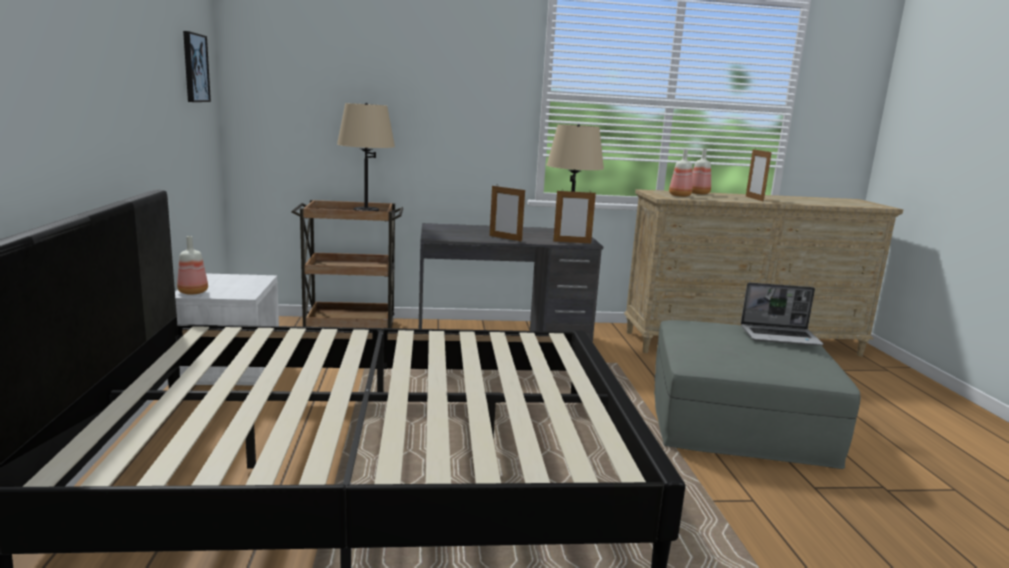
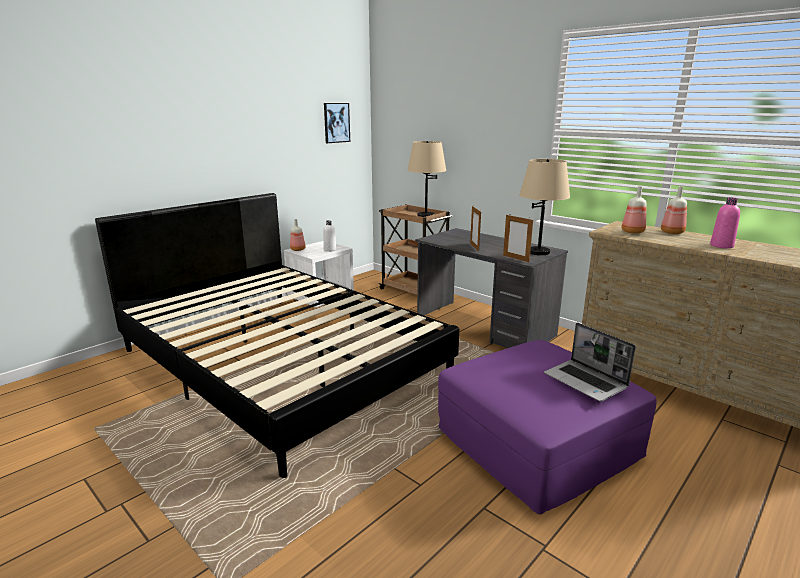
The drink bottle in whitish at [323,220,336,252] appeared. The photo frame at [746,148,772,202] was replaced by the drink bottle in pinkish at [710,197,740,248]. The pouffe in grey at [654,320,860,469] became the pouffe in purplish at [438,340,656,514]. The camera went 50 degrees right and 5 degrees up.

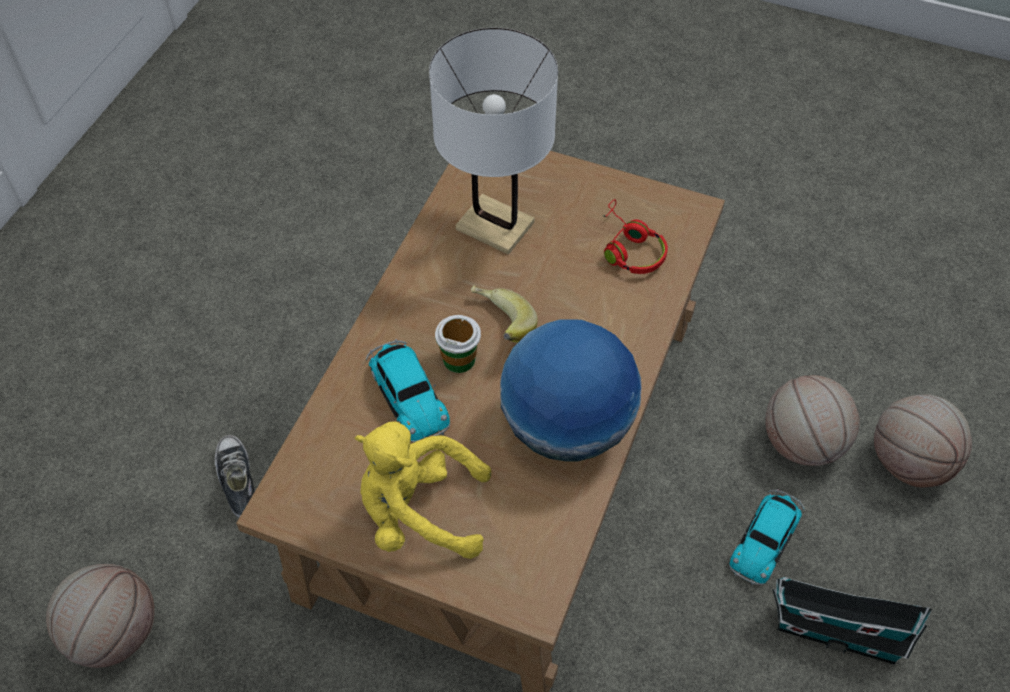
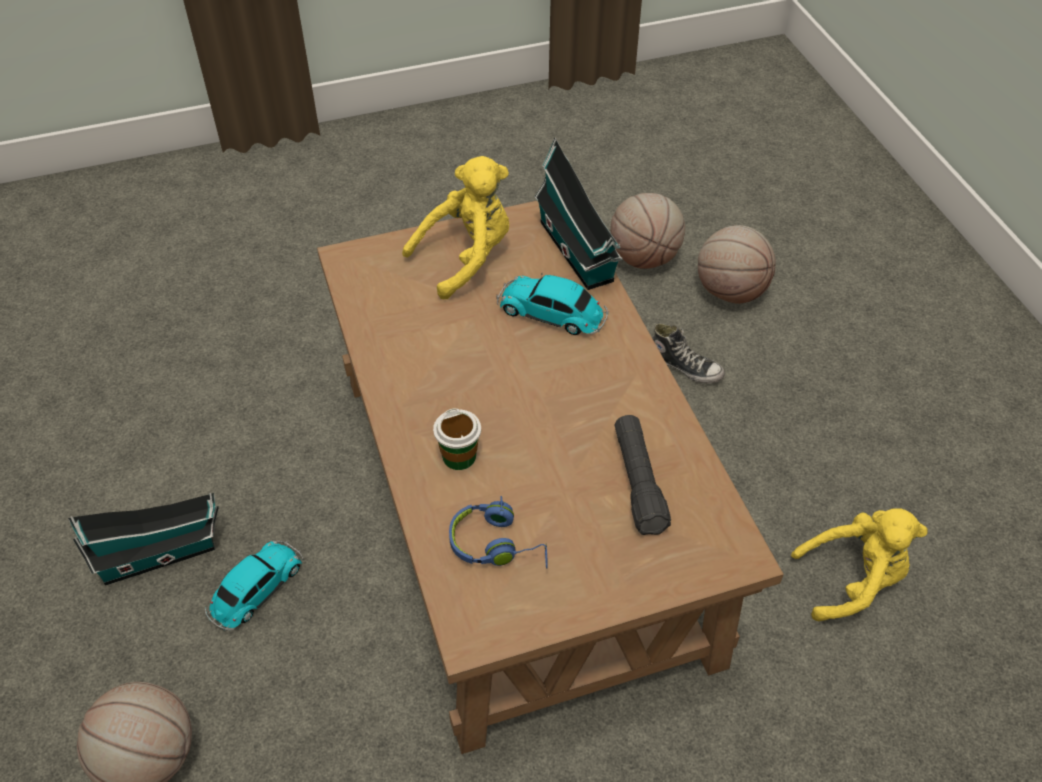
The banana at [471,285,538,343] disappeared. The desk globe at [500,319,642,462] disappeared. The toy house at [534,138,623,290] appeared. The cuddly toy in yellowish at [791,508,928,621] appeared. The cup moved from [435,315,481,373] to [433,408,481,470]. The ball for basketball moved from [765,375,860,466] to [698,225,776,304]. The tabletop lamp in whitish at [429,28,558,255] was replaced by the torch in black-coloured at [615,415,671,535]. The headset in red-coloured at [602,199,668,274] became the headset in blue at [449,496,547,569]. The model car at [729,489,804,585] turned 45 degrees clockwise. The camera went 140 degrees right and 5 degrees down.

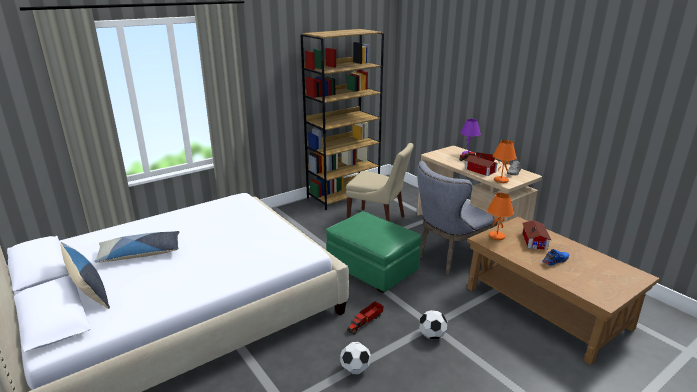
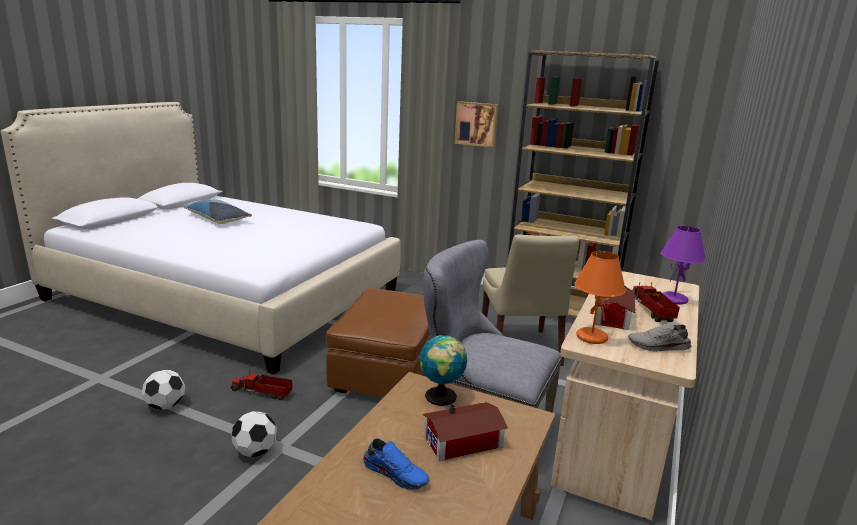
The cushion at [60,242,110,309] disappeared. The picture at [454,101,498,148] appeared. The tabletop lamp in orangey at [487,193,514,240] was replaced by the desk globe at [419,333,467,406]. The pouffe in green at [326,211,421,293] became the pouffe in brown at [326,288,430,397]. The camera went 60 degrees right and 5 degrees down.

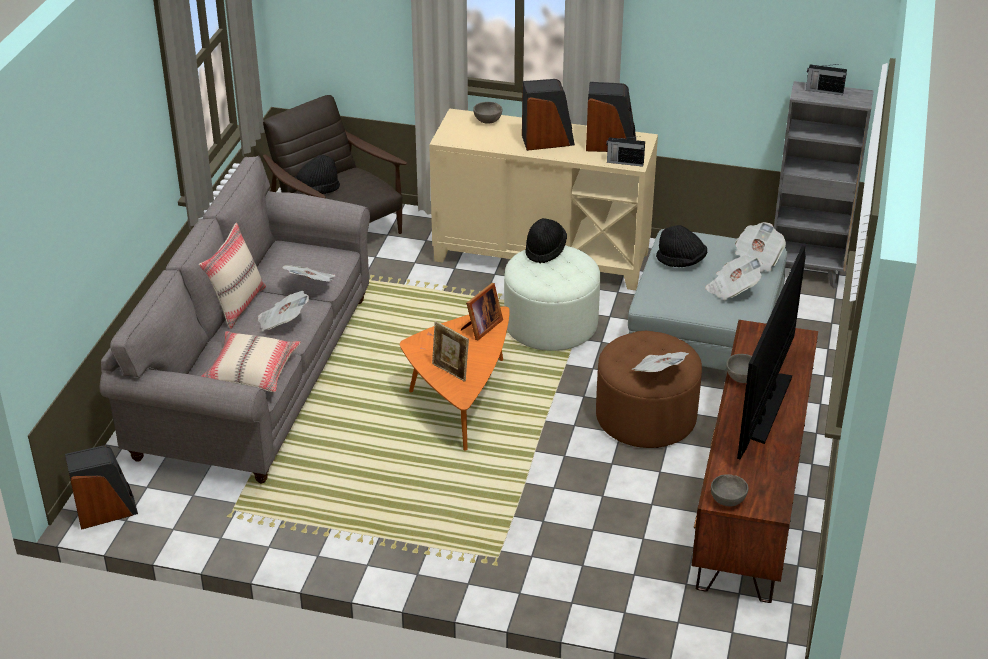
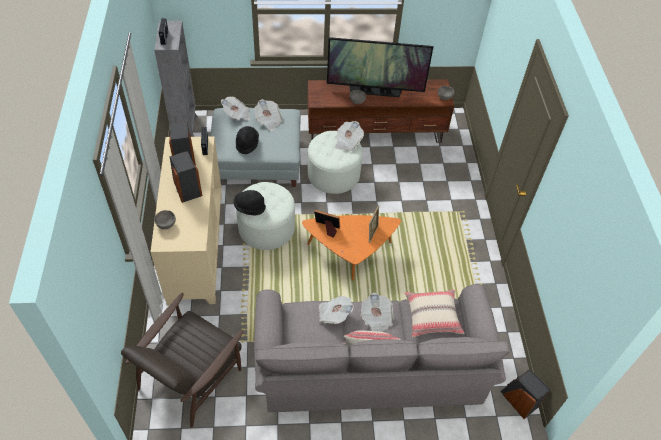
The clothing hat in black-coloured at [294,155,340,194] disappeared. The pouffe in brown at [596,331,702,448] became the pouffe in whitish at [308,131,362,194]. The camera went 110 degrees left and 15 degrees up.

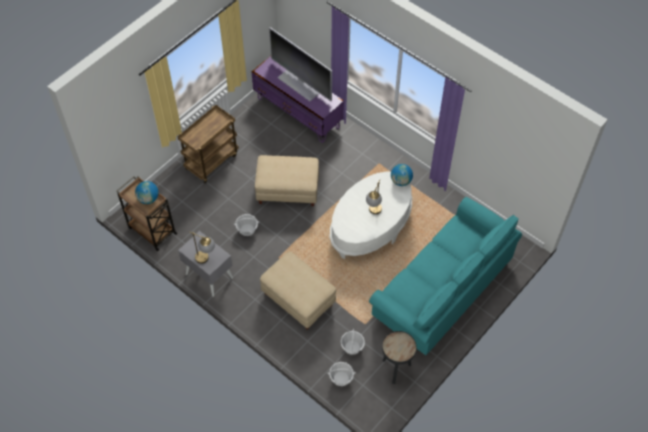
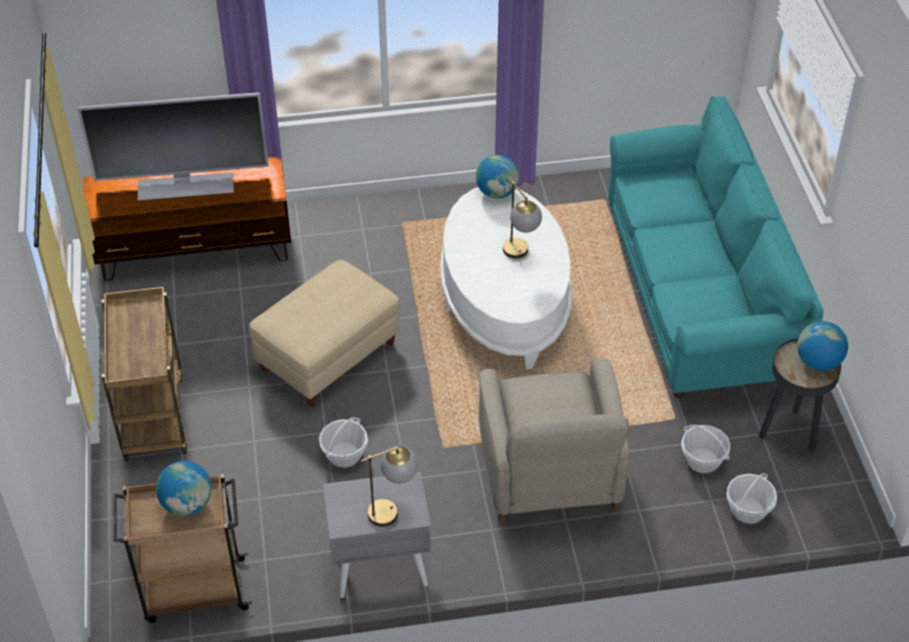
The desk globe at [797,321,848,371] appeared. The pouffe in beige at [260,251,336,330] was replaced by the lounge chair in beige at [479,358,629,524]. The tv unit in purplish at [252,56,344,143] became the tv unit in brown at [83,156,291,281]. The camera went 50 degrees left and 10 degrees down.

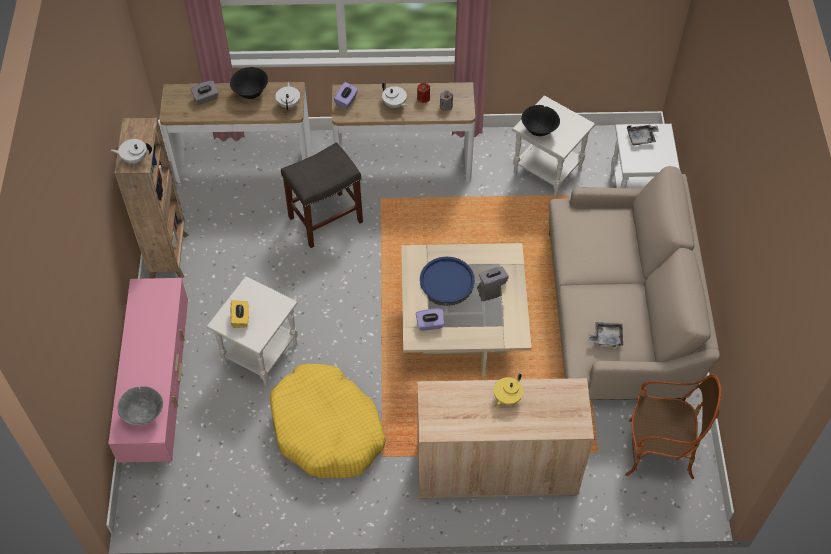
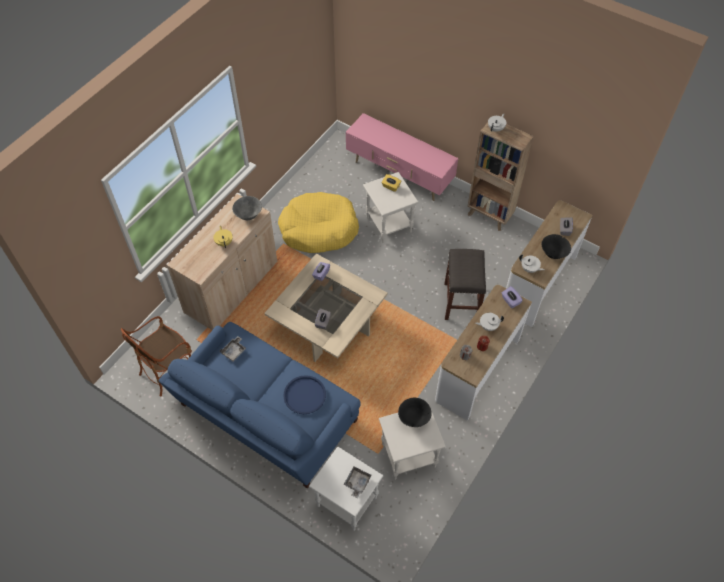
The bowl in grey moved from [118,386,163,425] to [232,196,262,220]. The tray in blue moved from [420,257,475,303] to [284,375,326,414]. The sofa in beige at [549,166,720,401] became the sofa in blue at [159,322,361,489]. The camera went 125 degrees right and 0 degrees up.

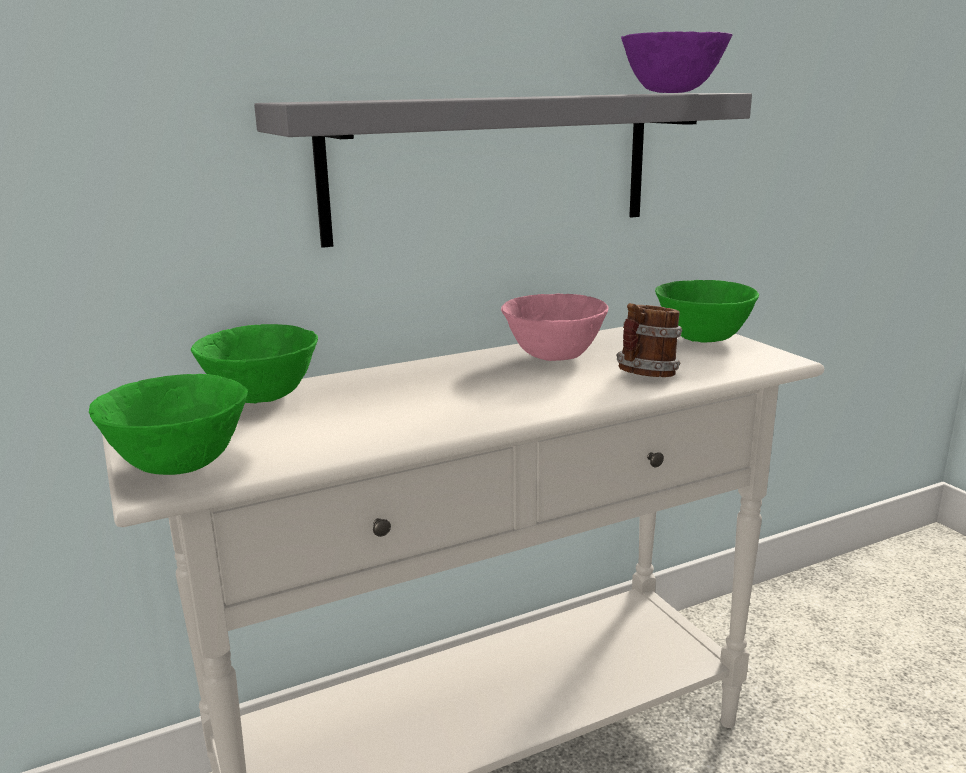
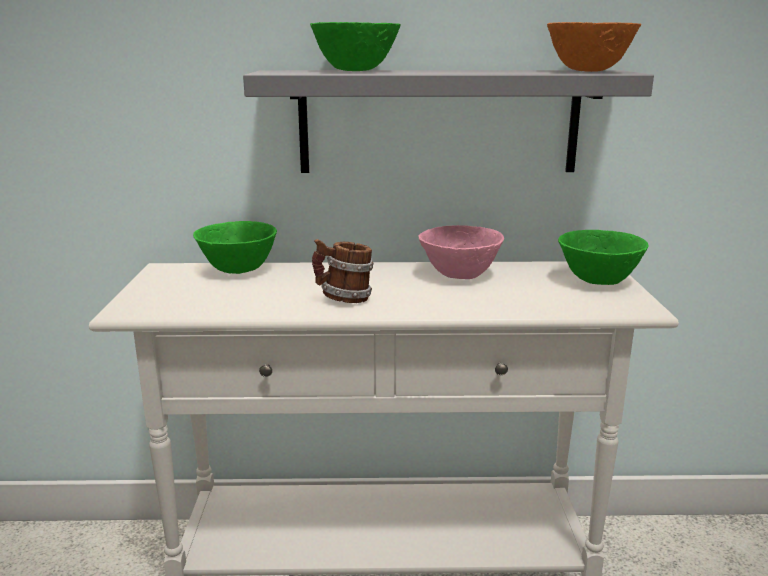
The bowl in green moved from [89,374,248,475] to [310,22,401,71]. The tea mug moved from [616,303,682,377] to [312,239,374,303]. The bowl in purplish at [621,32,733,93] became the bowl in orangey at [547,22,641,72]. The camera went 25 degrees right and 0 degrees up.

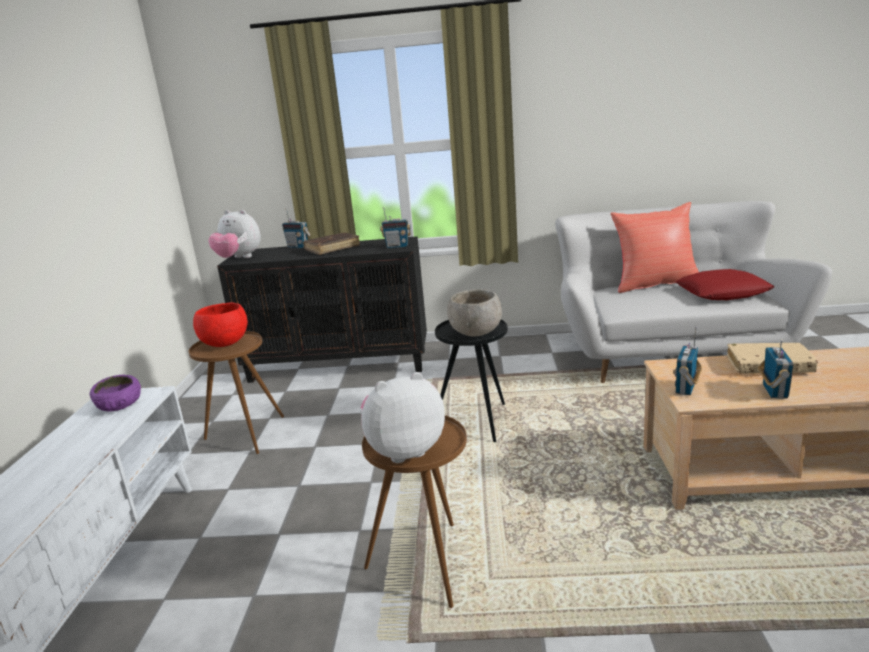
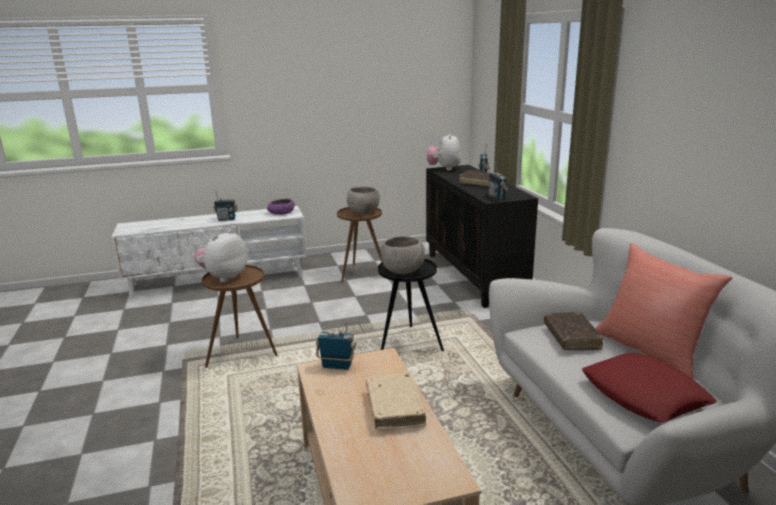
The volume in brown at [544,312,603,350] appeared. The radio moved from [758,339,793,399] to [213,190,237,221]. The bowl in red-coloured at [193,303,248,347] became the bowl in grey at [347,187,380,214]. The cuddly toy at [360,372,445,463] turned 105 degrees counterclockwise. The camera went 70 degrees right and 0 degrees up.

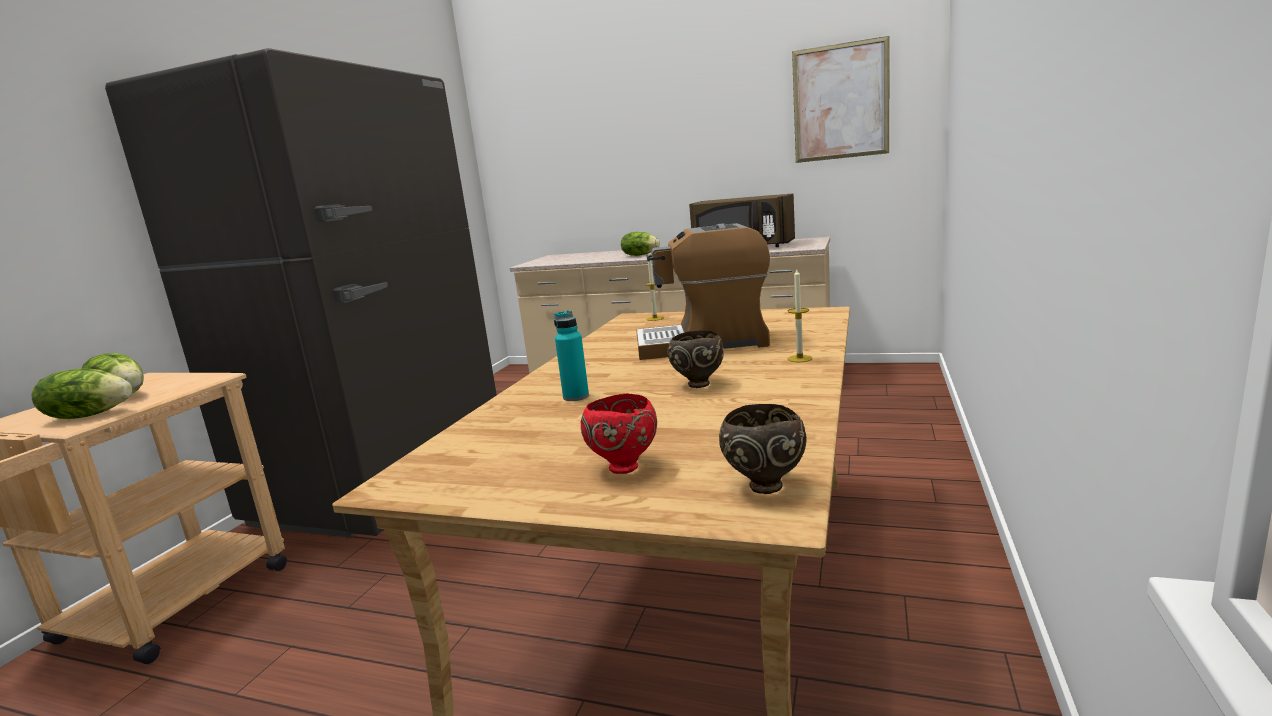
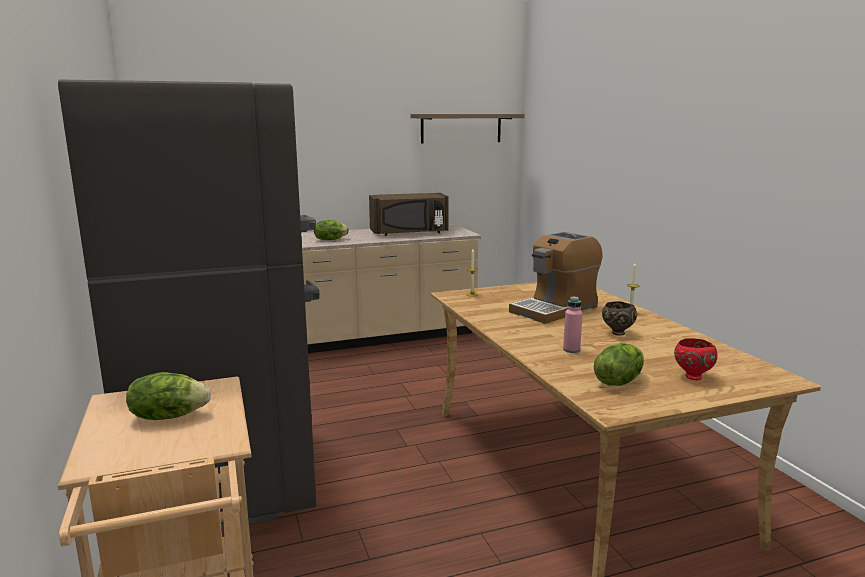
The bowl in brown at [719,404,807,494] disappeared. The lettuce moved from [32,369,132,419] to [594,343,644,386]. The picture at [792,36,890,163] was replaced by the wall shelf at [411,114,525,144]. The drink bottle in blue-green at [554,310,589,401] became the drink bottle in pinkish at [563,296,583,353]. The camera went 40 degrees left and 0 degrees up.

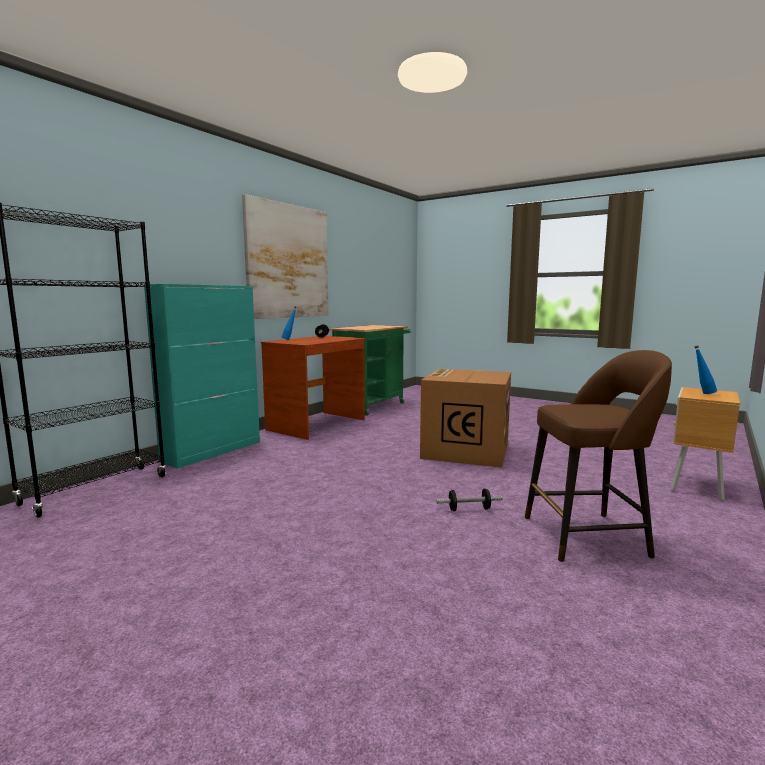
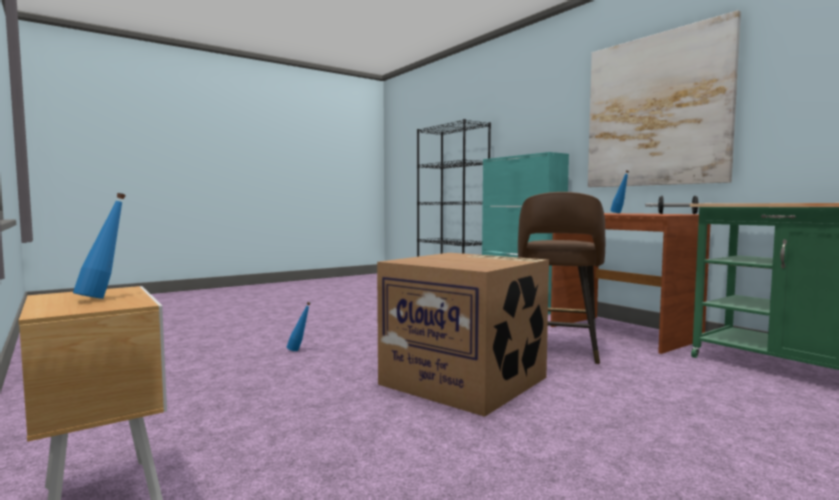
The stool seat in brown moved from [525,350,672,562] to [518,192,605,364]. The dumbbell at [436,489,503,511] was replaced by the drink bottle in blue at [287,302,311,351]. The camera went 110 degrees right and 5 degrees down.

